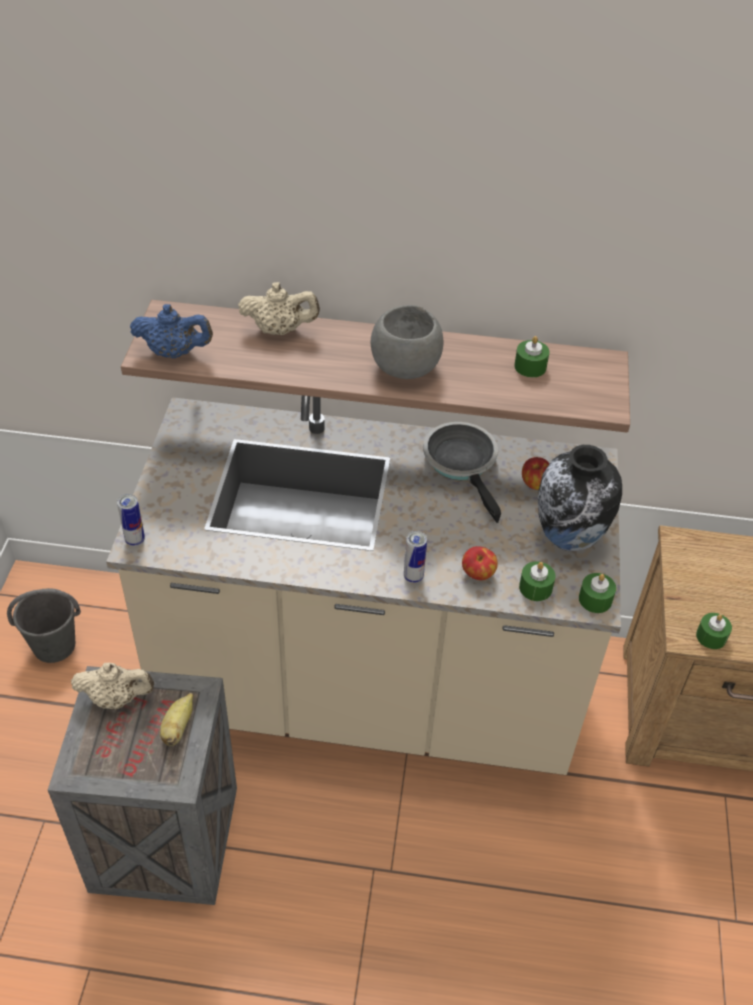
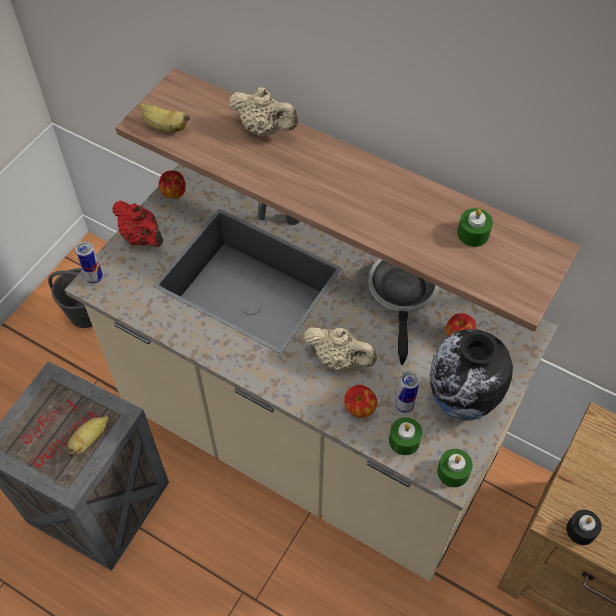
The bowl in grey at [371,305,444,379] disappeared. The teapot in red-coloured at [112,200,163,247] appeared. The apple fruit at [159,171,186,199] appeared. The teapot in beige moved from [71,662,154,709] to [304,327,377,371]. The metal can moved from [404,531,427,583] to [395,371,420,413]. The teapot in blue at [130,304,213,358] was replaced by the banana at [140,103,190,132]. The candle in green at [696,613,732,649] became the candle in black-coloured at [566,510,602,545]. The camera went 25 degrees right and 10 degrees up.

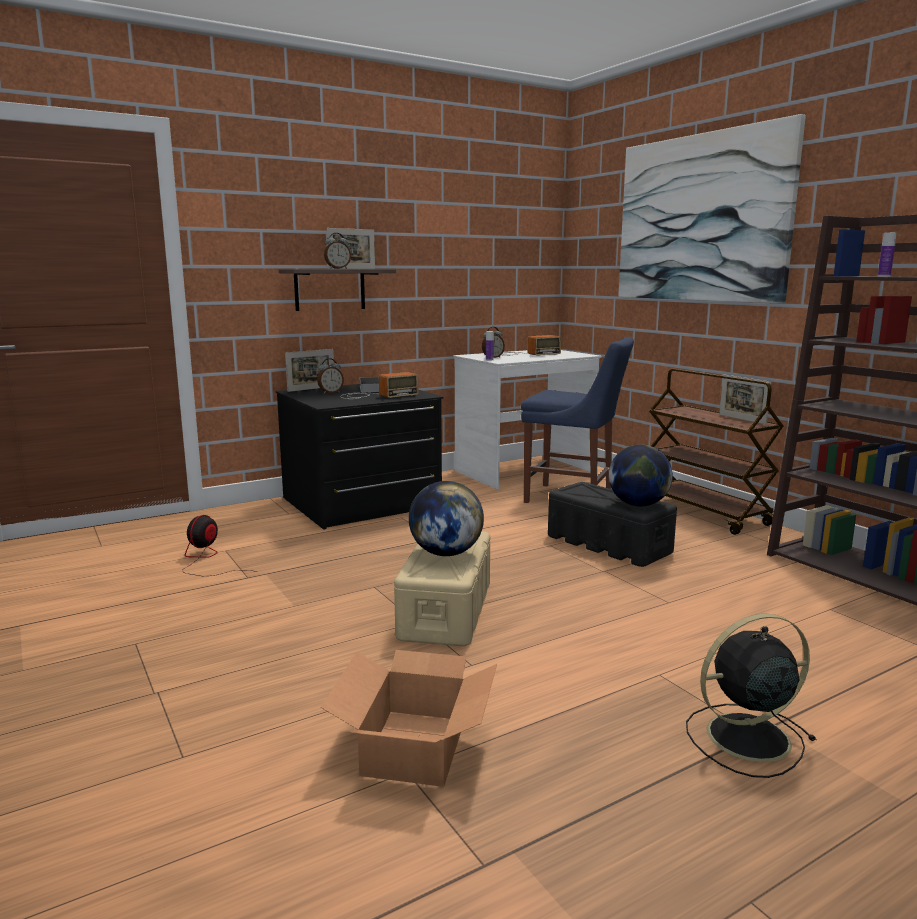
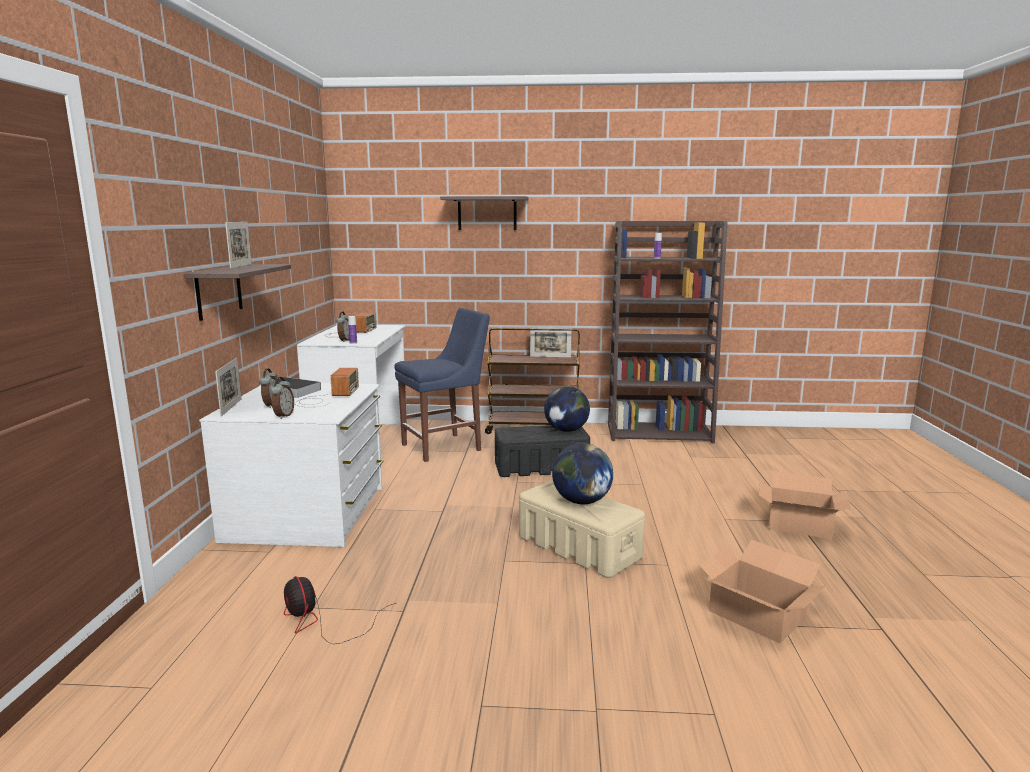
The table clock moved from [324,233,351,269] to [270,377,294,419]. The picture at [618,114,806,304] was replaced by the wall shelf at [440,196,528,230]. The fan in black-coloured at [686,613,817,778] was replaced by the cardboard box at [759,471,851,539]. The drawer chest in black-coloured at [275,384,443,530] became the drawer chest in whitish at [199,383,384,547]. The camera went 55 degrees left and 0 degrees up.

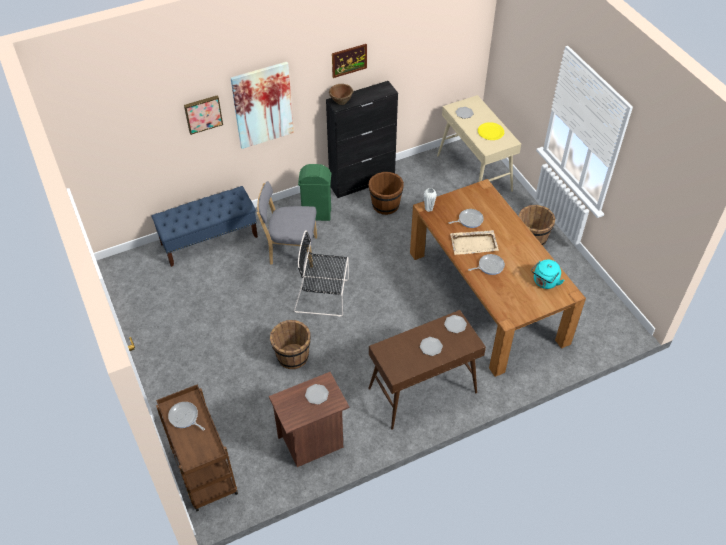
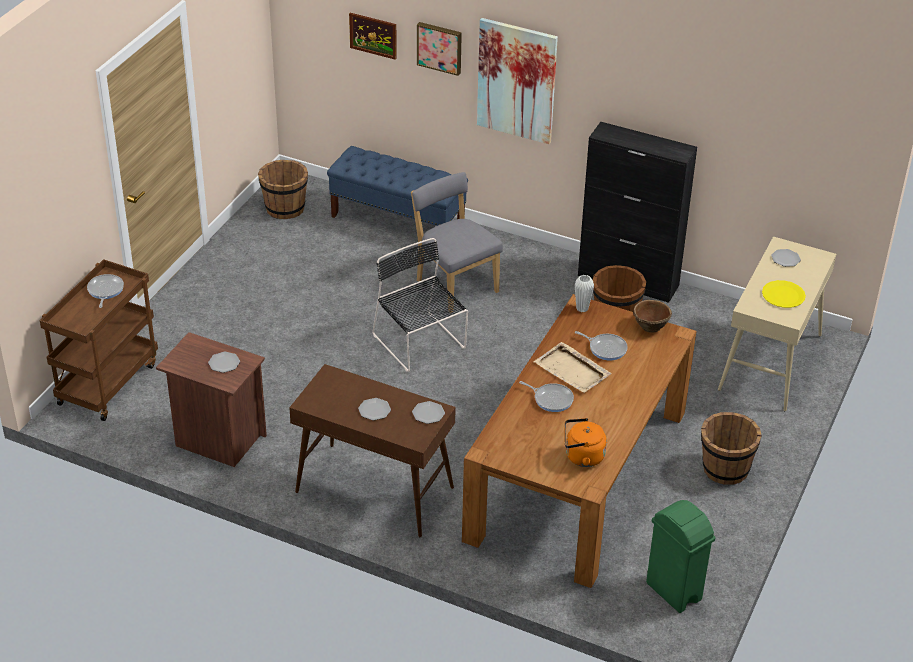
The water bucket in brown moved from [270,320,311,369] to [258,160,308,219]. The rubbish bin in green moved from [298,164,331,221] to [646,500,716,613]. The bowl in brown moved from [328,84,354,105] to [633,300,672,333]. The picture moved from [332,44,367,78] to [349,13,397,60]. The water kettle in blue-green at [531,260,564,289] became the water kettle in orangey at [564,418,607,467]. The camera went 50 degrees right and 10 degrees down.

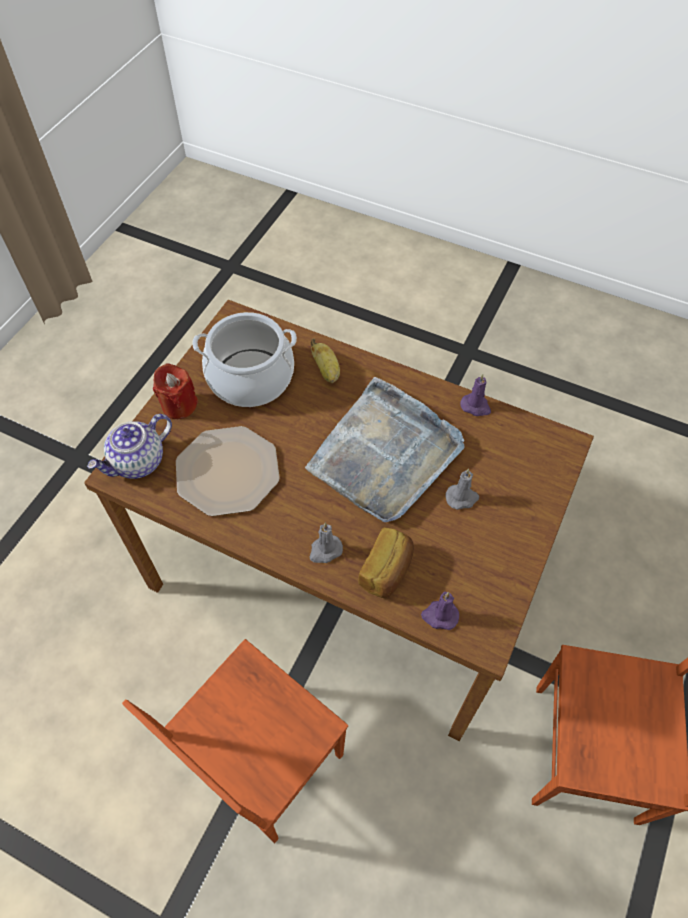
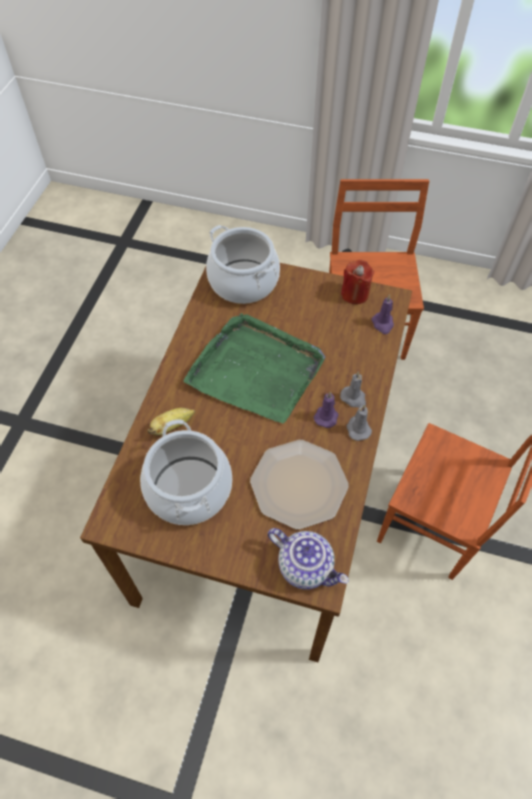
The bakery bread at [358,527,414,598] disappeared. The stockpot at [206,225,280,304] appeared. The candle in red-coloured moved from [153,363,198,419] to [341,260,374,304]. The candle in grey moved from [445,469,479,510] to [347,405,372,441]. The candle in purplish moved from [460,374,491,416] to [314,392,338,428]. The tray in grey at [305,377,465,522] became the tray in green at [183,313,325,423]. The camera went 100 degrees left and 0 degrees up.

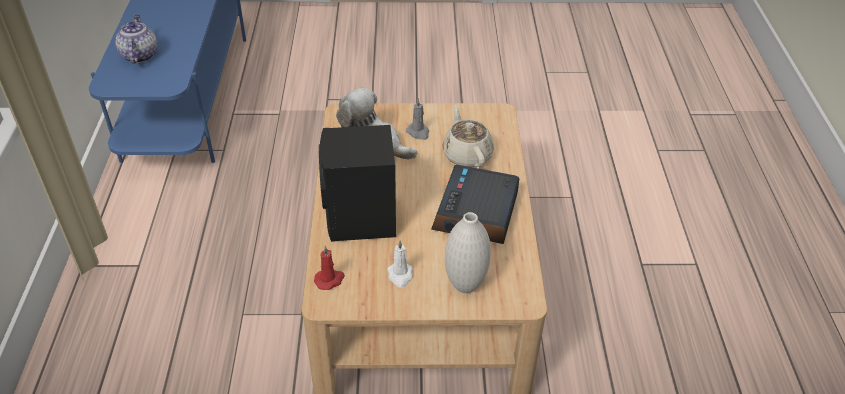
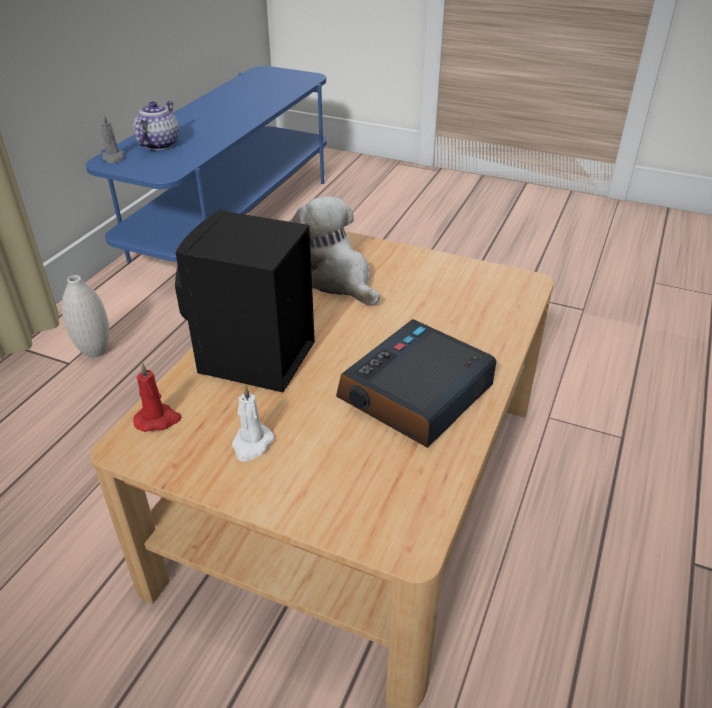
The teapot in beige at [442,105,494,167] disappeared. The candle in grey moved from [406,98,429,140] to [101,115,125,163]. The flower vase in whitish moved from [445,212,491,293] to [62,275,109,358]. The camera went 25 degrees right and 5 degrees down.

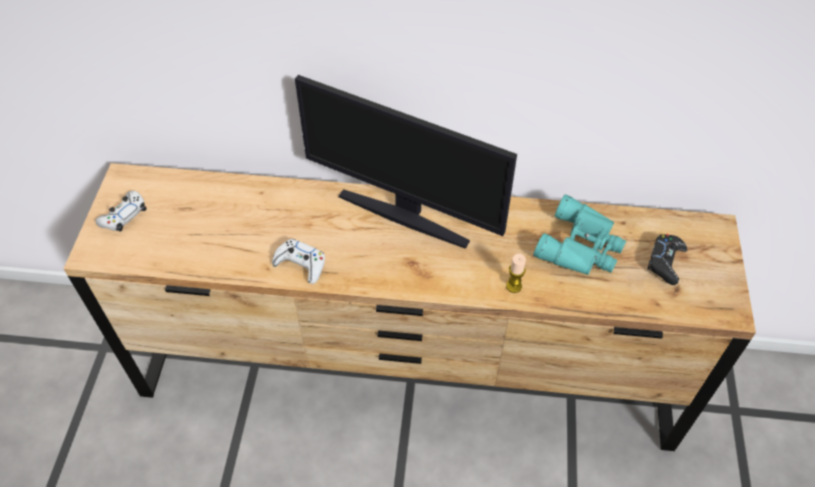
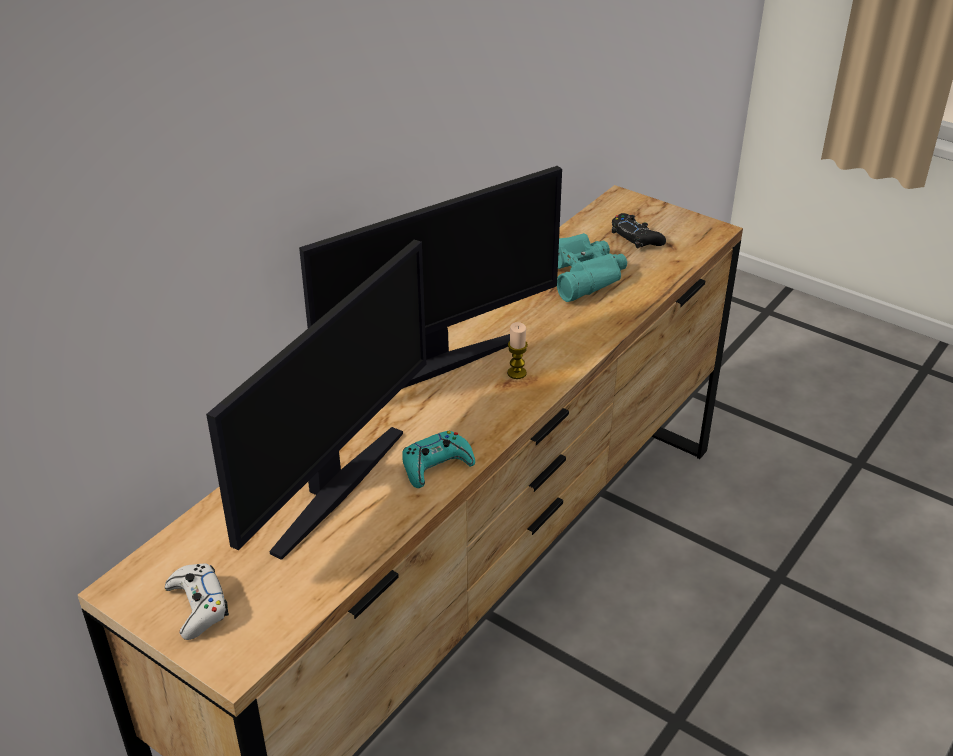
The monitor at [206,240,426,560] appeared. The candle moved from [506,254,526,293] to [507,322,528,379]. The joypad in whitish at [272,239,325,284] became the joypad in blue-green at [402,431,475,488]. The camera went 60 degrees left and 15 degrees down.

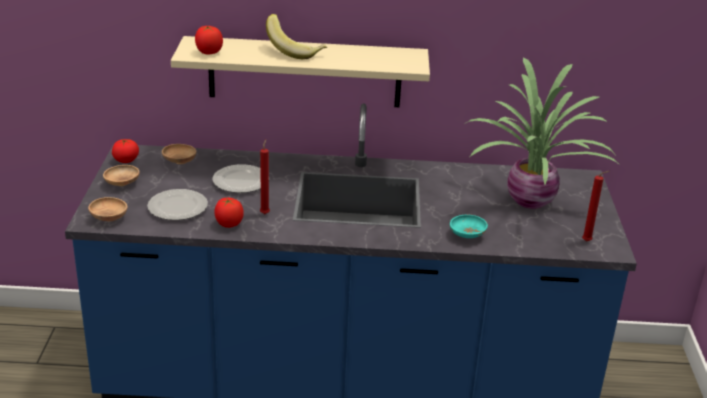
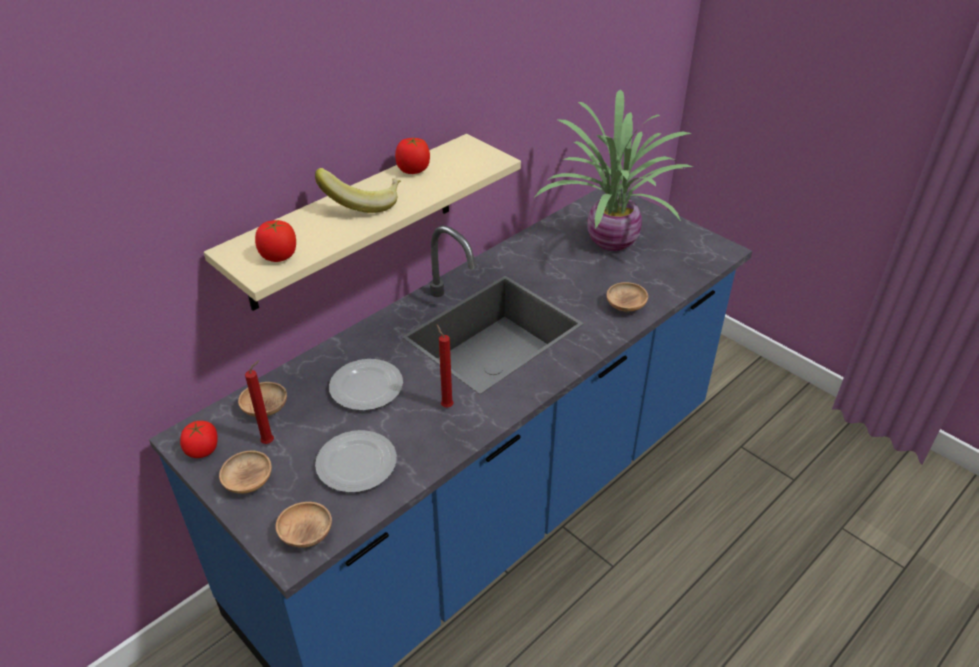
The fresh tomato moved from [214,197,244,228] to [395,137,430,174]. The candle in red-coloured moved from [582,171,610,242] to [245,360,274,444]. The bowl in blue-green at [450,214,488,238] became the bowl in brown at [606,282,648,311]. The camera went 45 degrees left and 10 degrees up.

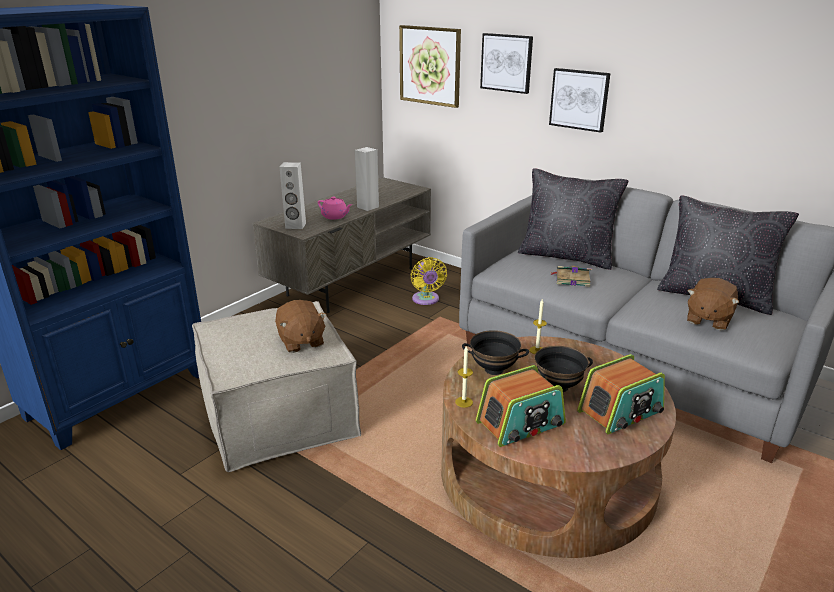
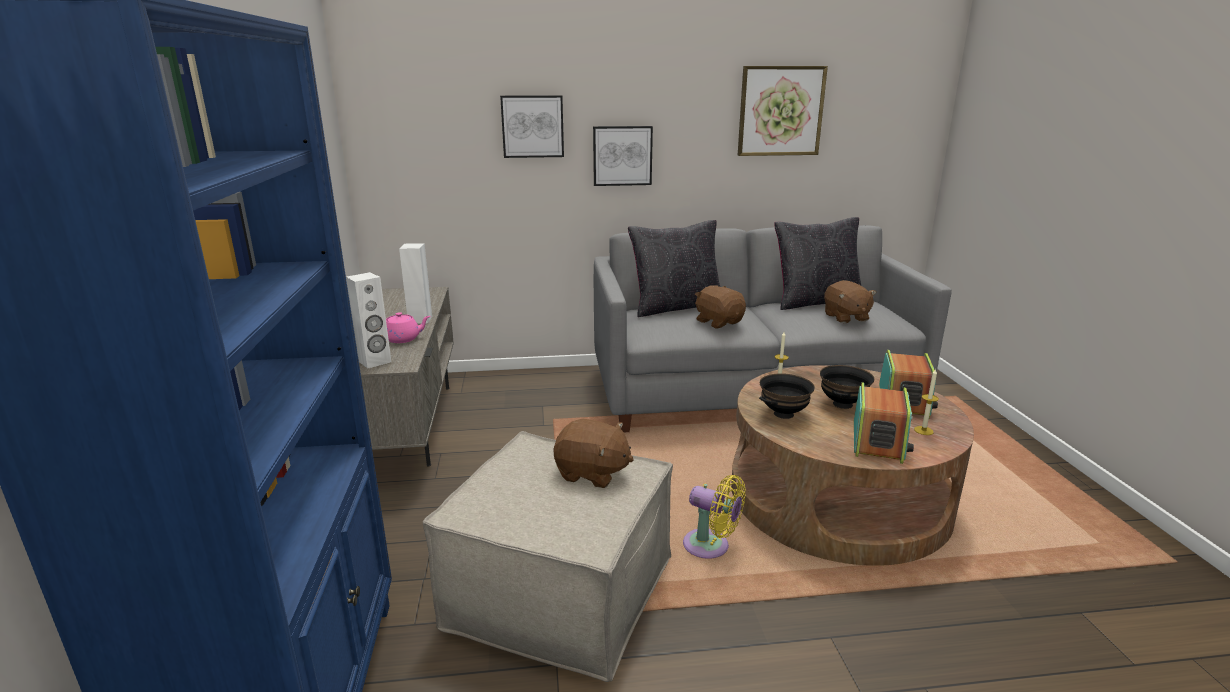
The picture moved from [399,25,461,108] to [738,66,828,156]. The fan in yellowish moved from [410,257,447,305] to [683,475,746,559]. The candle moved from [455,345,473,408] to [914,369,939,435]. The volume at [550,266,592,287] was replaced by the cuddly toy in brown at [695,285,746,328]. The camera went 45 degrees left and 5 degrees down.

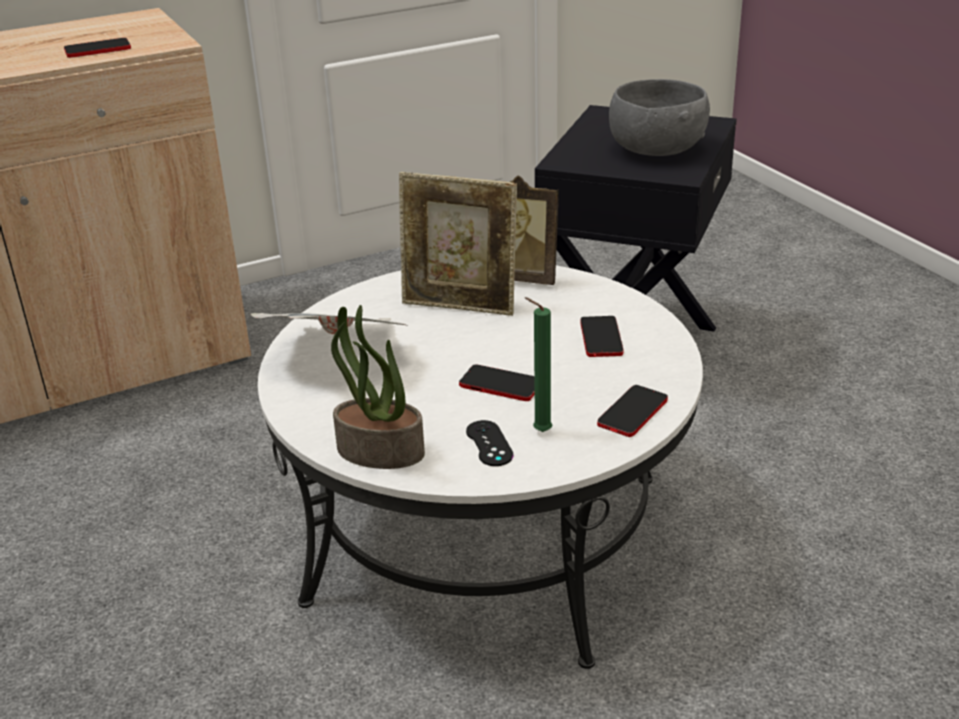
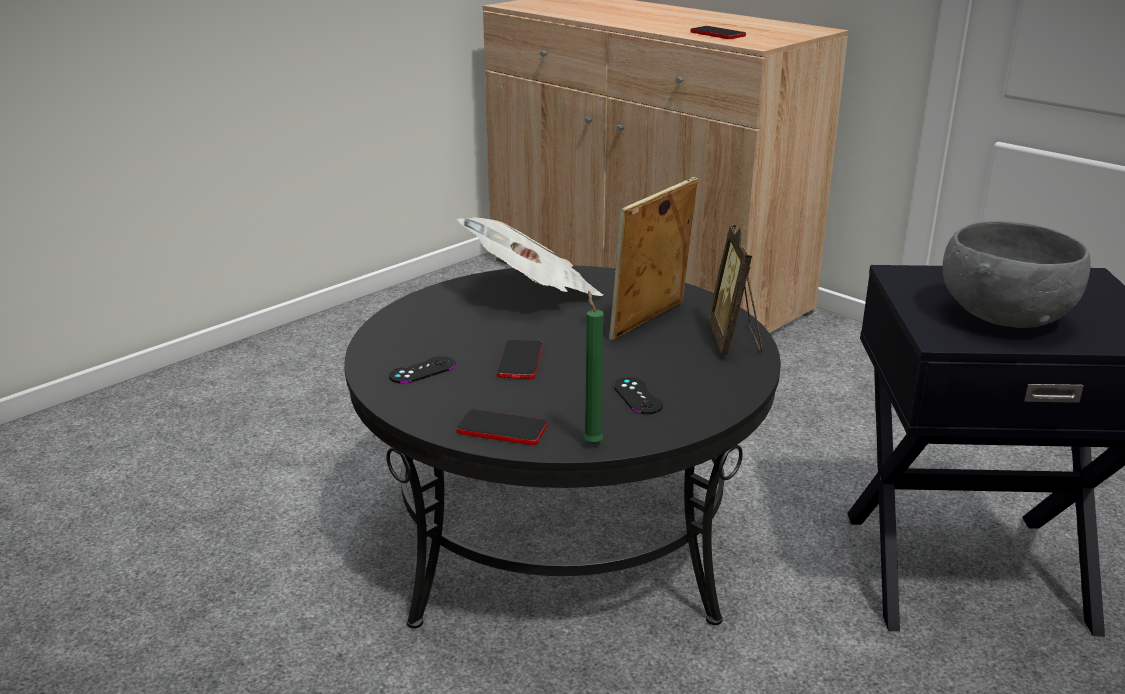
The plant in a pot at [331,305,425,469] disappeared. The candle in green moved from [525,297,552,432] to [583,291,604,444]. The phone at [580,316,623,357] was replaced by the joypad in black-coloured at [613,377,663,414]. The lounge table in whitish at [258,265,703,669] became the lounge table in black-coloured at [344,266,781,629]. The photo frame at [399,172,517,316] turned 45 degrees clockwise. The camera went 70 degrees right and 5 degrees down.

